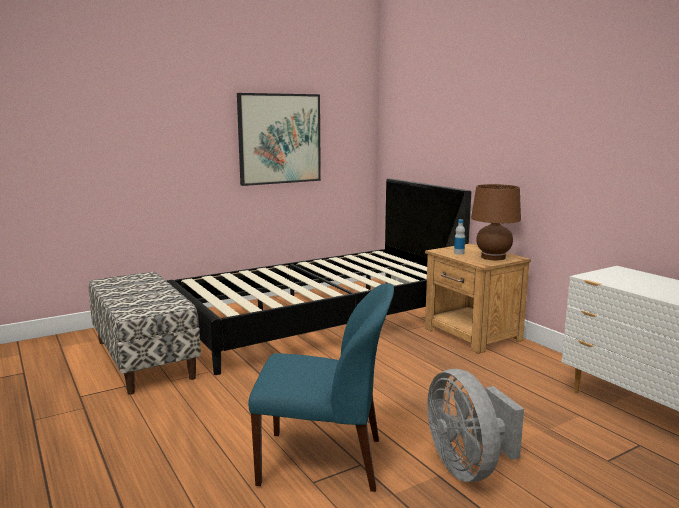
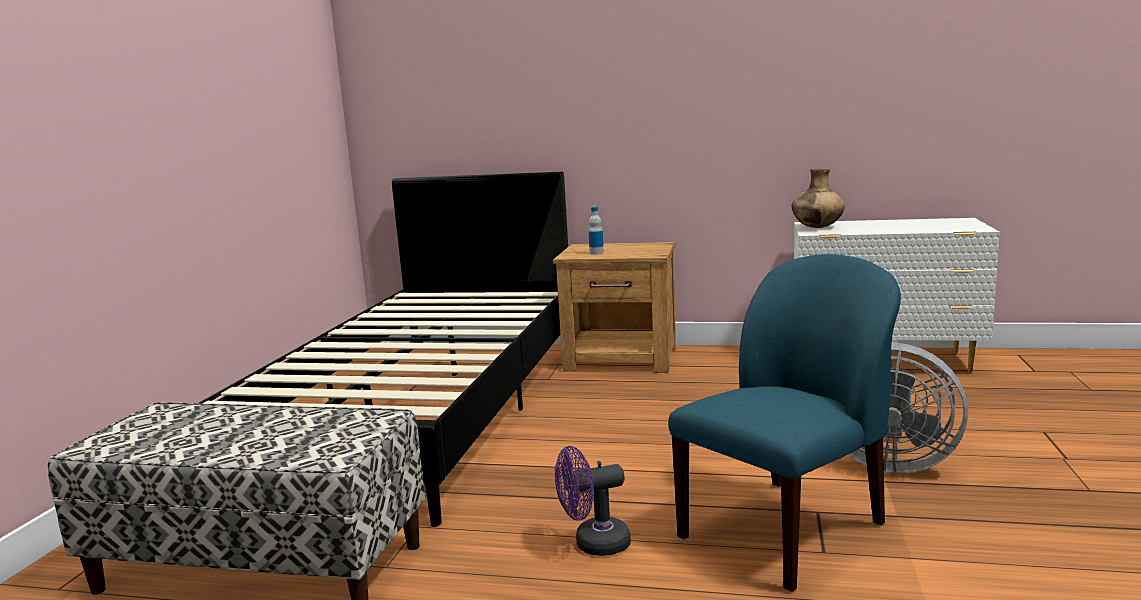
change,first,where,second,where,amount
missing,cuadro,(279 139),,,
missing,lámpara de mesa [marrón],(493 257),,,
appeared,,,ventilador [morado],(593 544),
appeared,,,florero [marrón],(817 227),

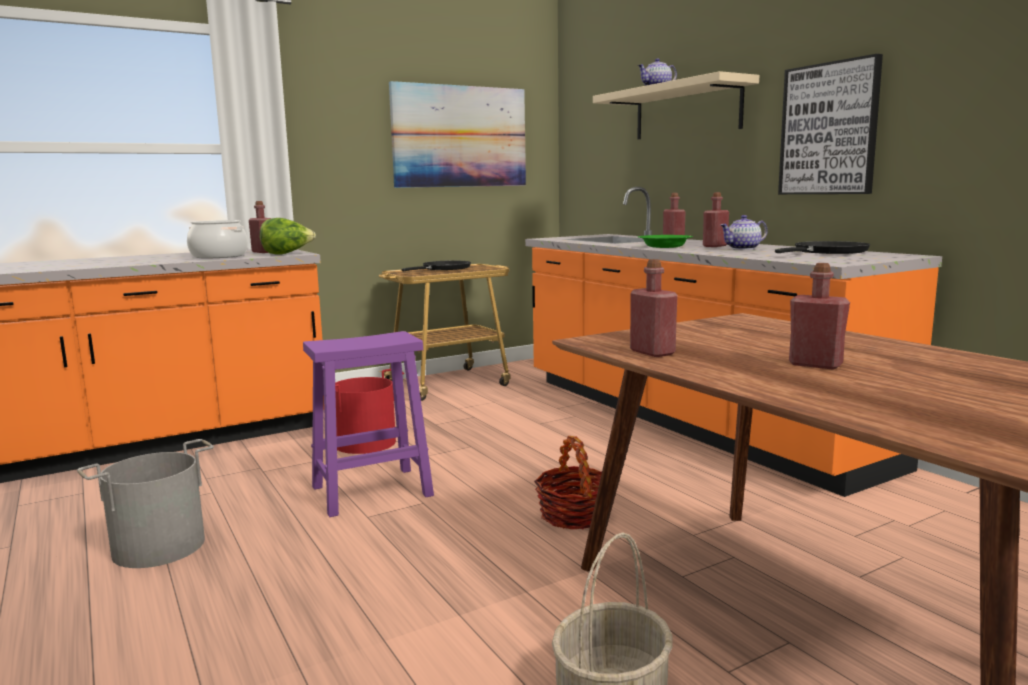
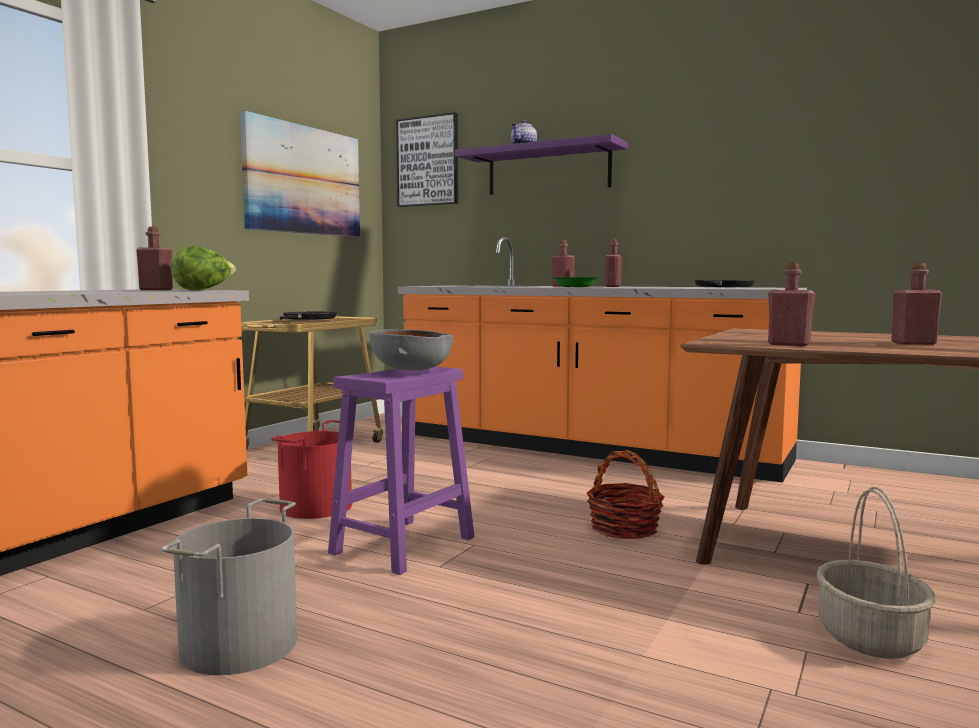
change,first,where,second,where,amount
missing,olla,(218 256),,,
missing,tetera,(743 248),,,
appeared,,,cuenco [gris],(411 371),
relocated,cuadro,(829 129),,(428 161),
colour,estante [beis],(686 111),estante [morado],(548 170),

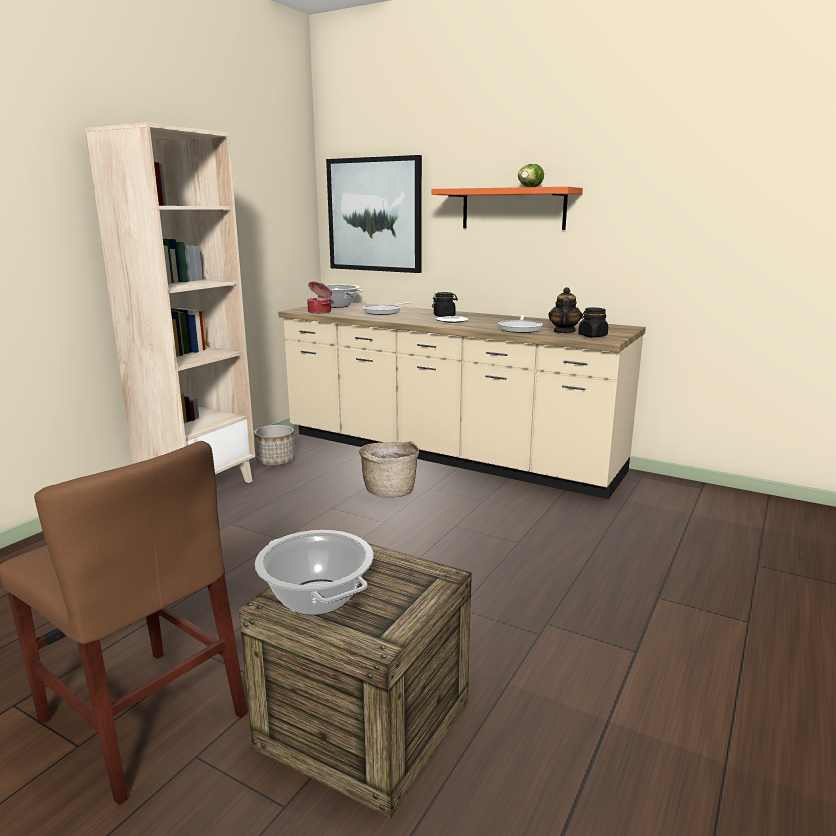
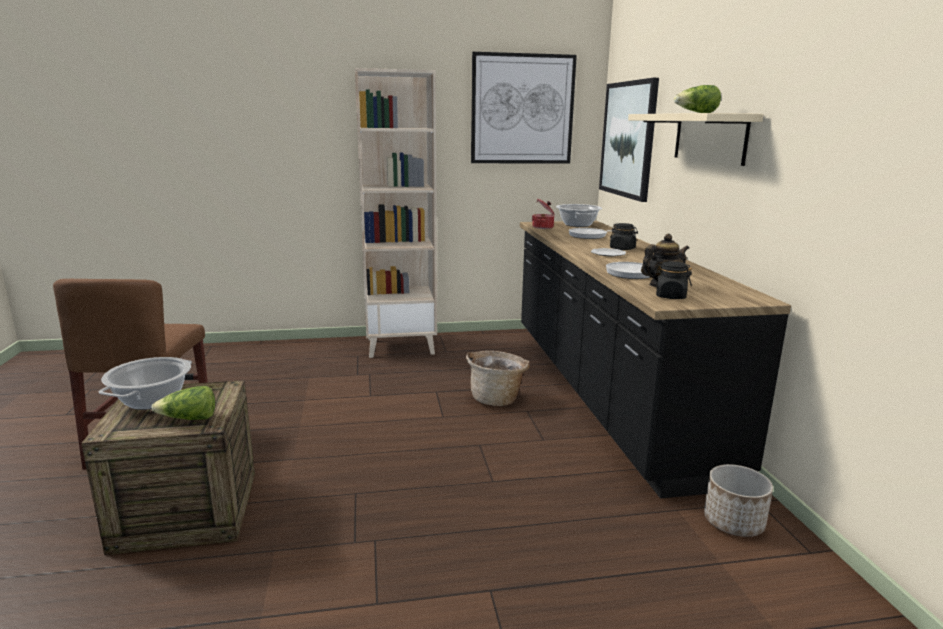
change,first,where,second,where,amount
appeared,,,lechuga,(189 419),
appeared,,,cuadro,(522 109),
relocated,maceta,(276 461),,(734 522),
colour,mueble bajo de cocina [beis],(447 454),mueble bajo de cocina [negro],(605 392),
colour,estante [naranja],(513 209),estante [beis],(709 138),

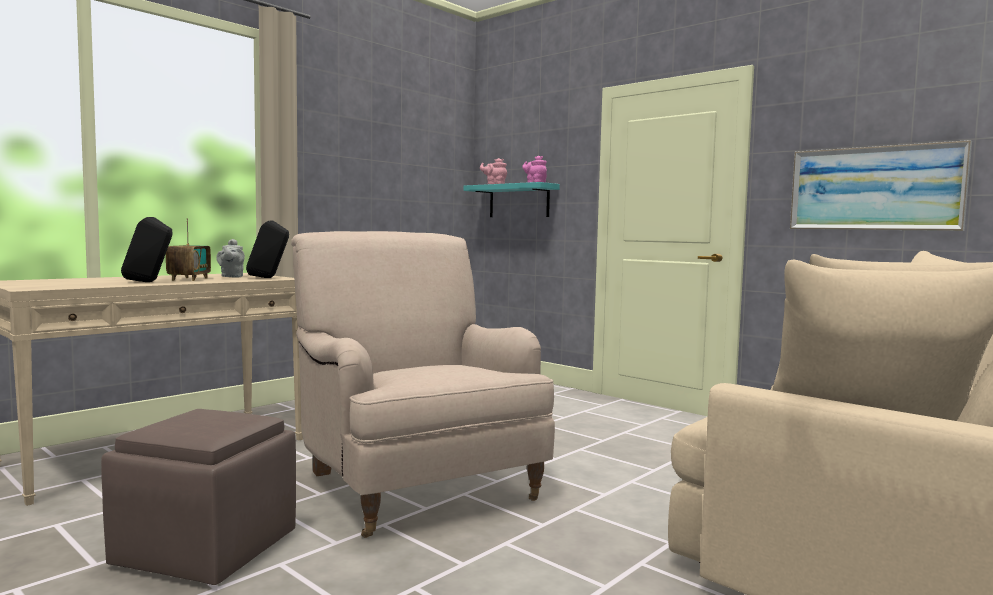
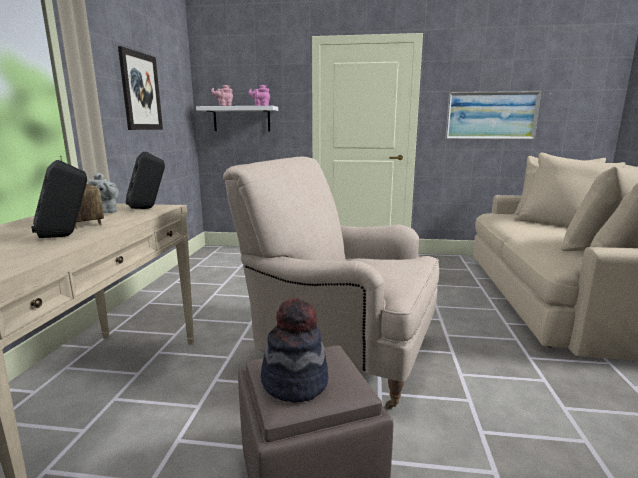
change,first,where,second,where,amount
appeared,,,cuadro,(140 91),
appeared,,,sombrero,(294 382),
colour,estante [turquesa],(519 201),estante [blanco],(241 119),

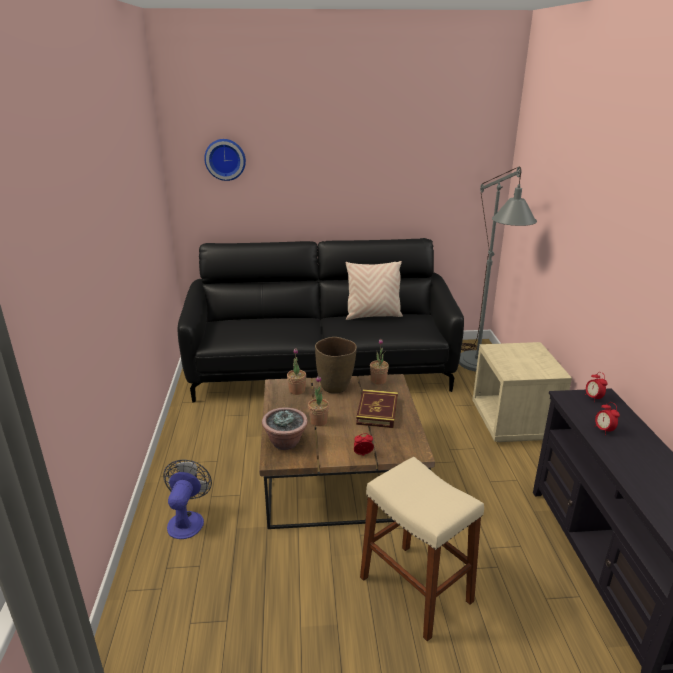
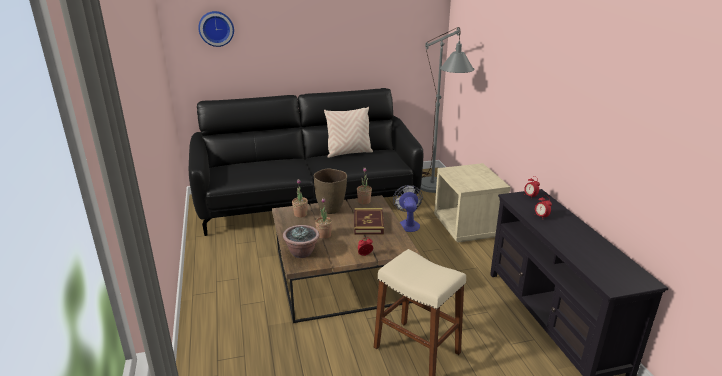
change,first,where,second,where,amount
relocated,ventilador,(187 519),,(408 224),

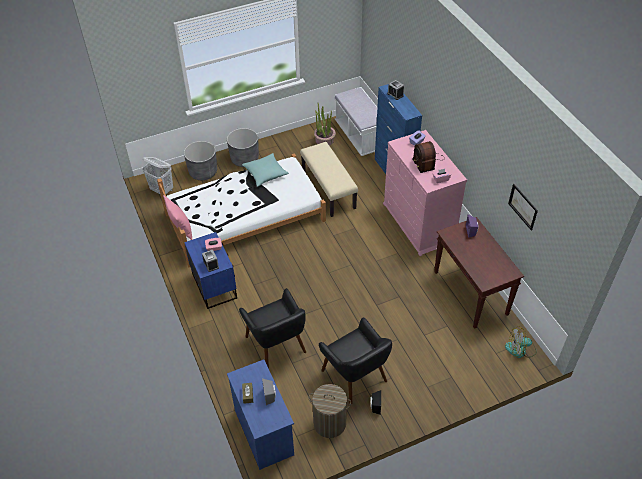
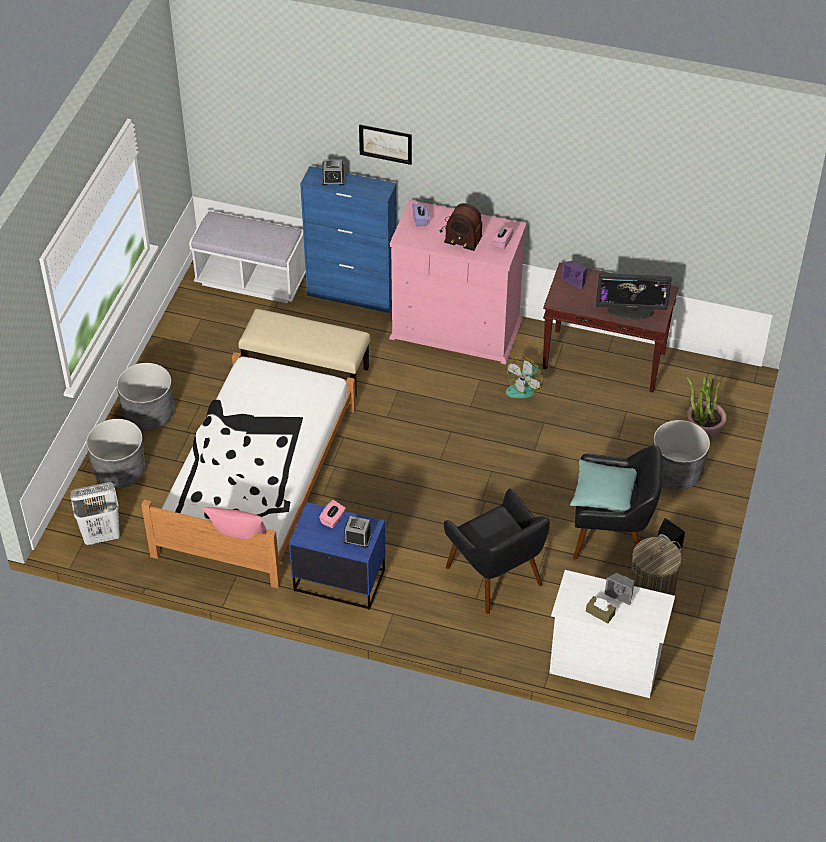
change,first,where,second,where,amount
appeared,,,monitor,(631 311),
appeared,,,maceta [gris],(676 473),
relocated,cojín [turquesa],(265 174),,(604 494),
relocated,planta en maceta,(324 140),,(703 428),
relocated,ventilador,(520 349),,(525 387),
relocated,cuadro,(523 206),,(385 144),
colour,cómoda [azul],(264 432),cómoda [blanco],(604 663),
spun,sillón [negro],(276 345),,(495 576),45 degrees clockwise

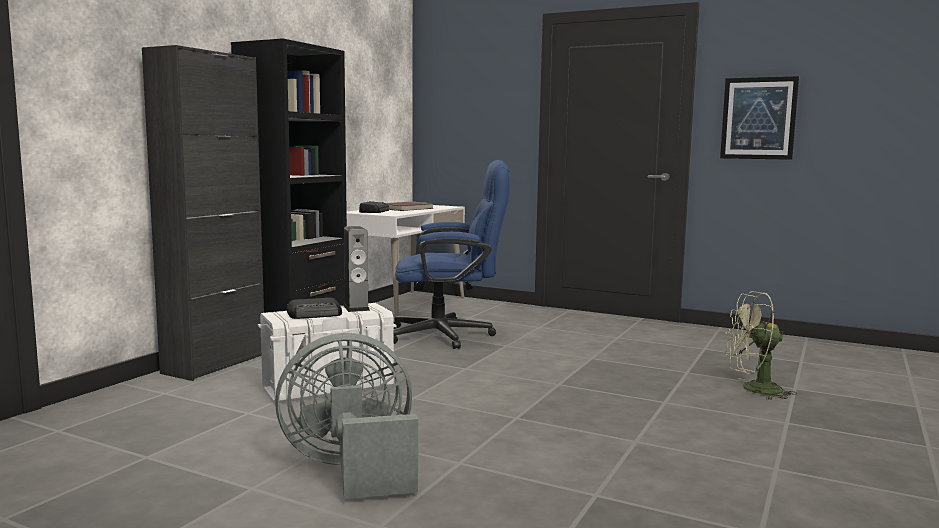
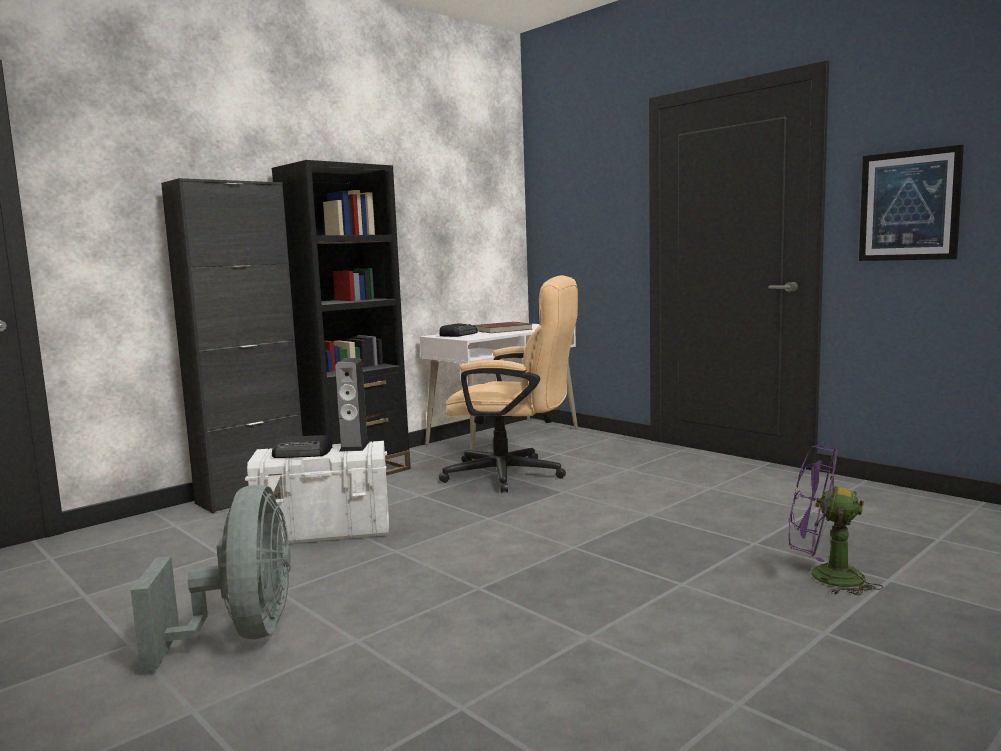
change,first,where,second,where,amount
colour,silla de oficina [azul],(450 335),silla de oficina [beis],(515 475),
colour,ventilador [verde],(753 389),ventilador [morado],(824 577),
spun,ventilador [gris],(352 470),,(242 635),75 degrees clockwise

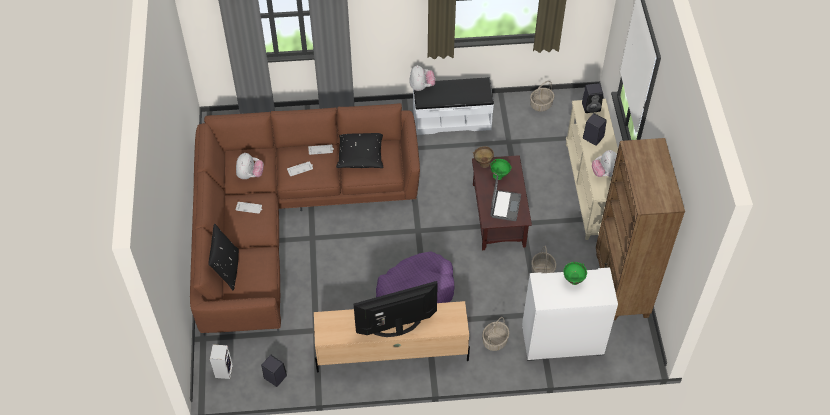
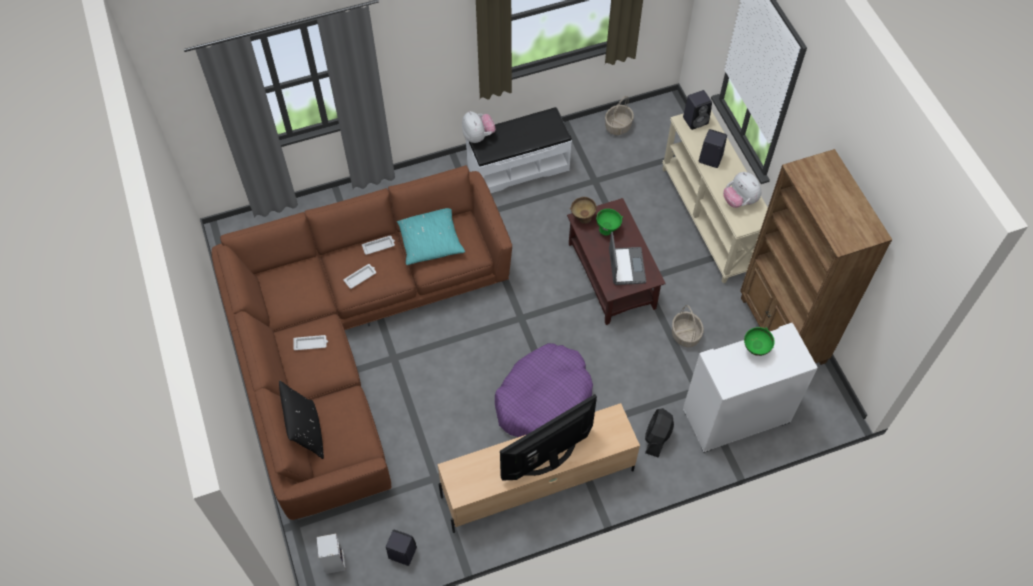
change,first,where,second,where,amount
missing,peluche,(250 175),,,
exchanged,cesta,(495 341),ventilador [negro],(657 437),
colour,cojín [negro],(360 154),cojín [turquesa],(430 240),

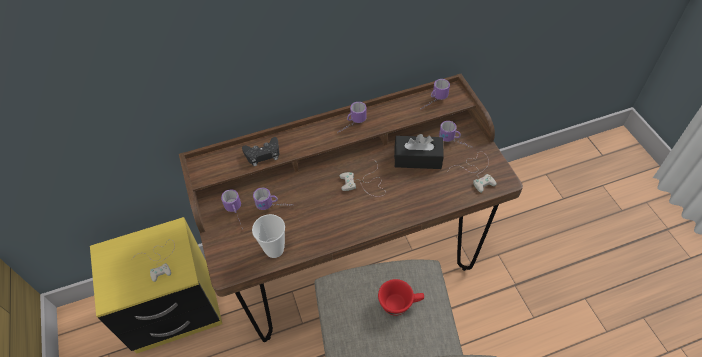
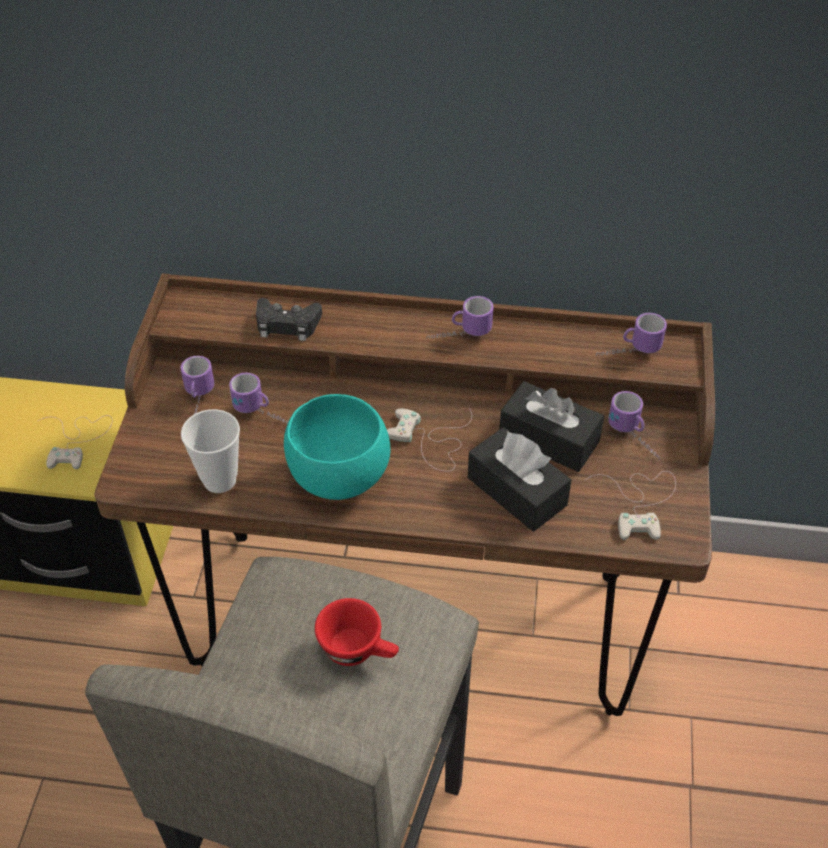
change,first,where,second,where,amount
appeared,,,cuenco [turquesa],(338 479),
appeared,,,caja de pañuelos [negro],(516 491),

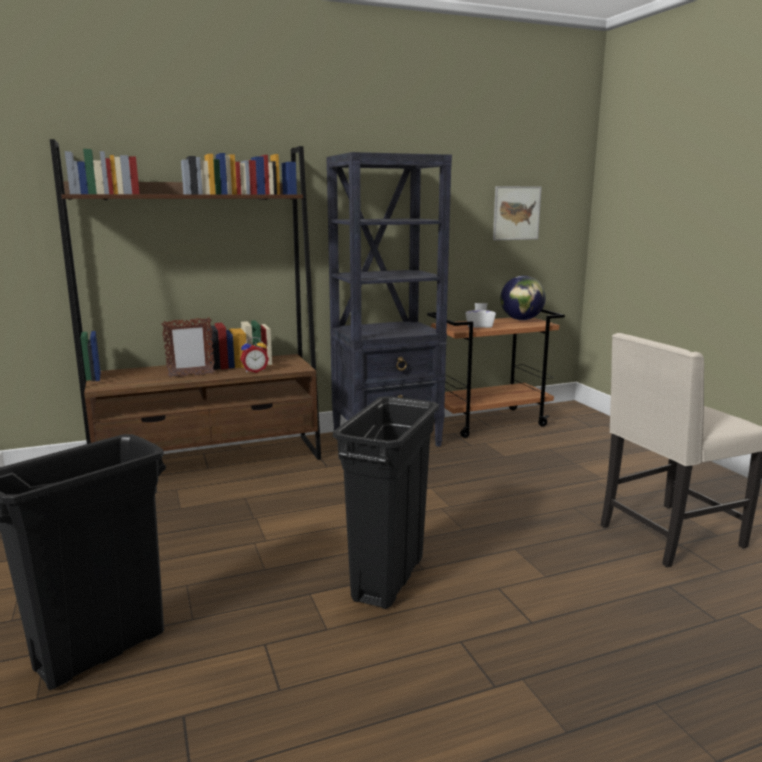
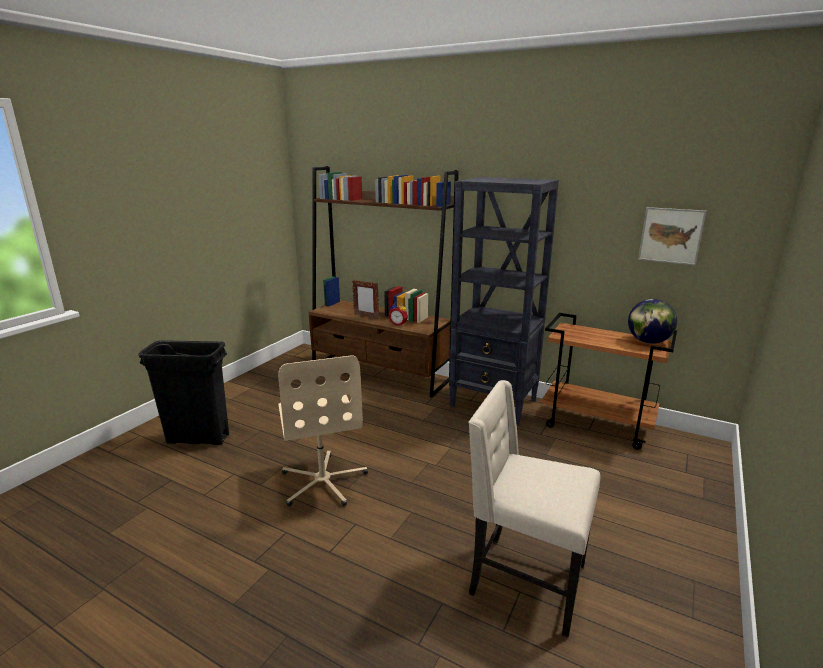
change,first,where,second,where,amount
missing,caja de pañuelos [blanco],(480 326),,,
exchanged,papelera [negro],(388 579),silla de oficina [beis],(323 481),

